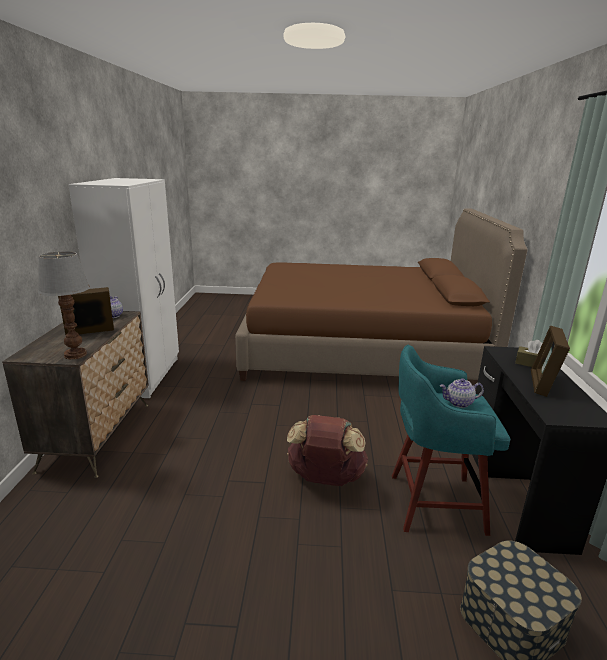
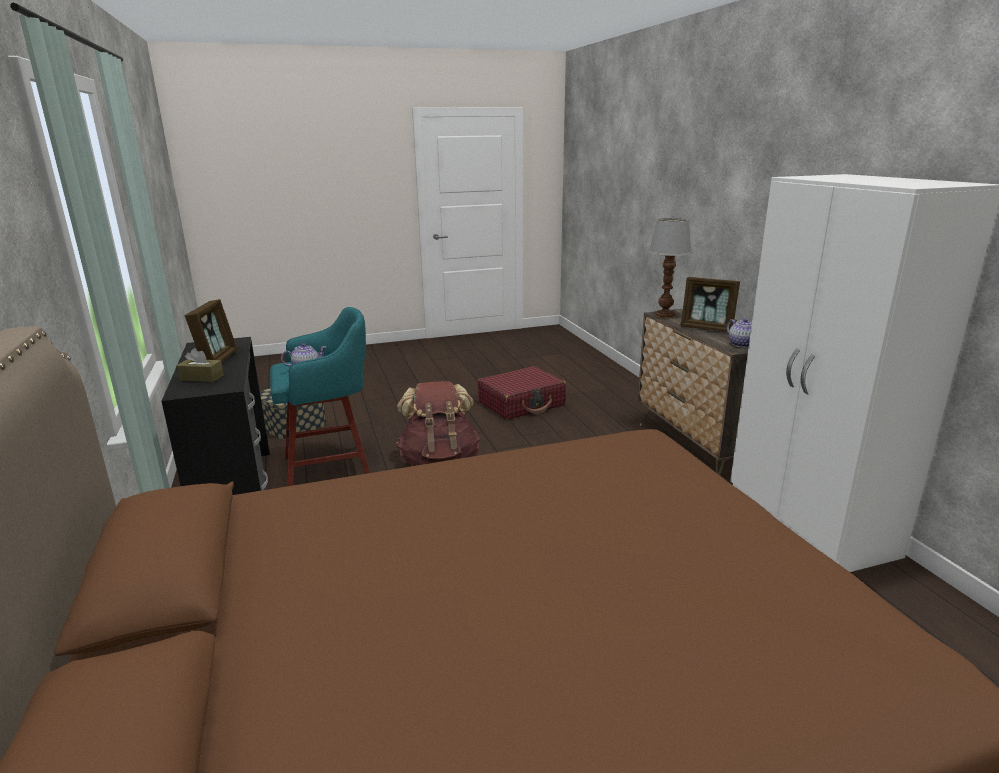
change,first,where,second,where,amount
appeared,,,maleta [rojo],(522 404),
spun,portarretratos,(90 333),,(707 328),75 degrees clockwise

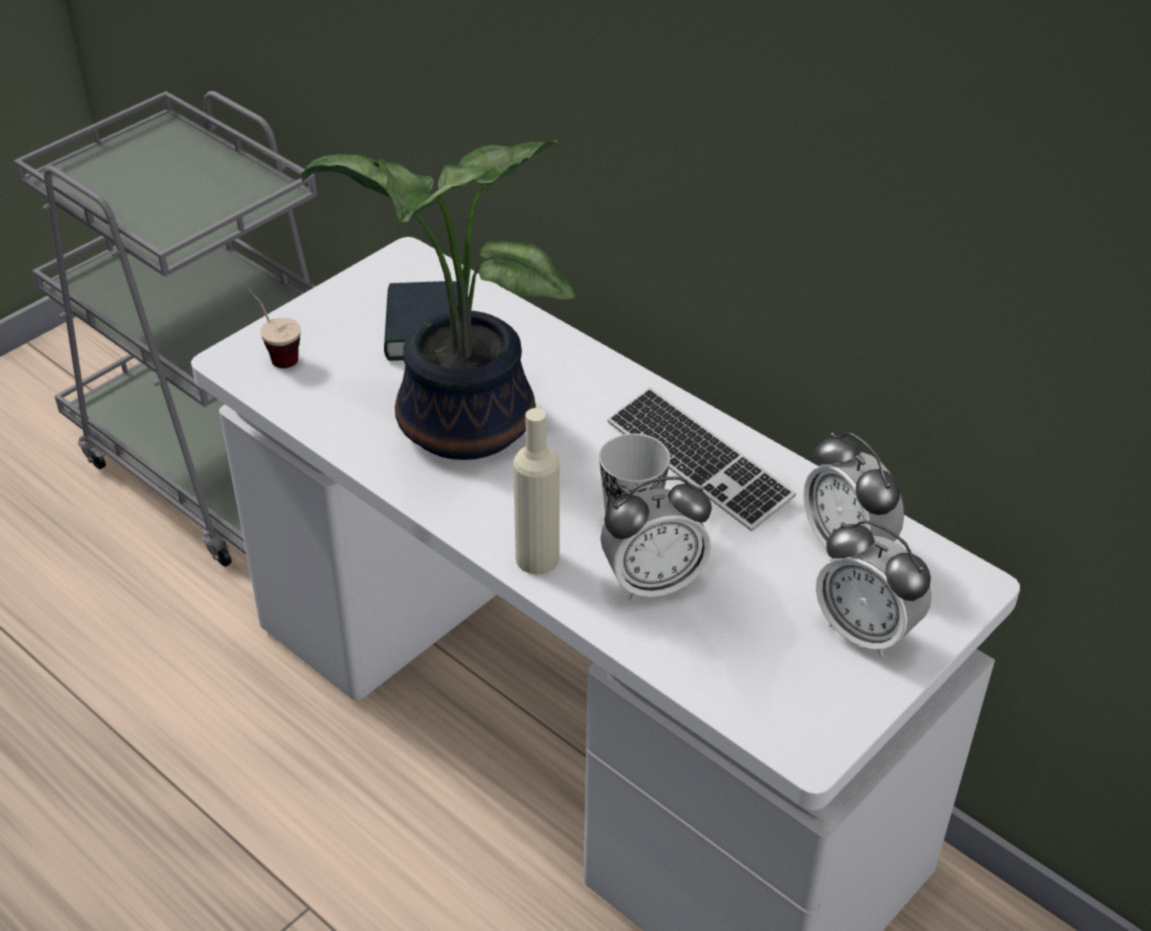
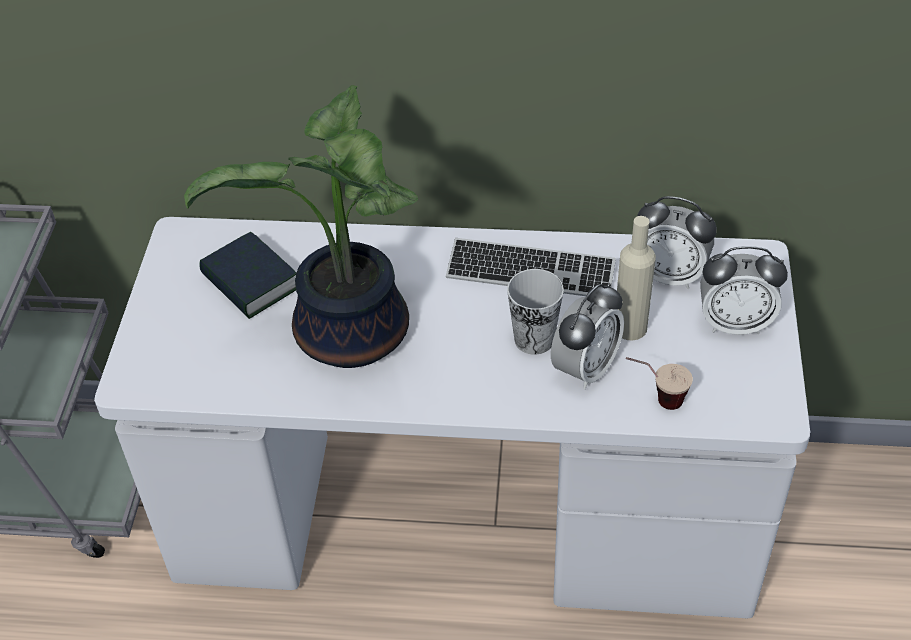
change,first,where,second,where,amount
relocated,taza,(274 353),,(655 399),
relocated,botella [beis],(537 558),,(630 327),

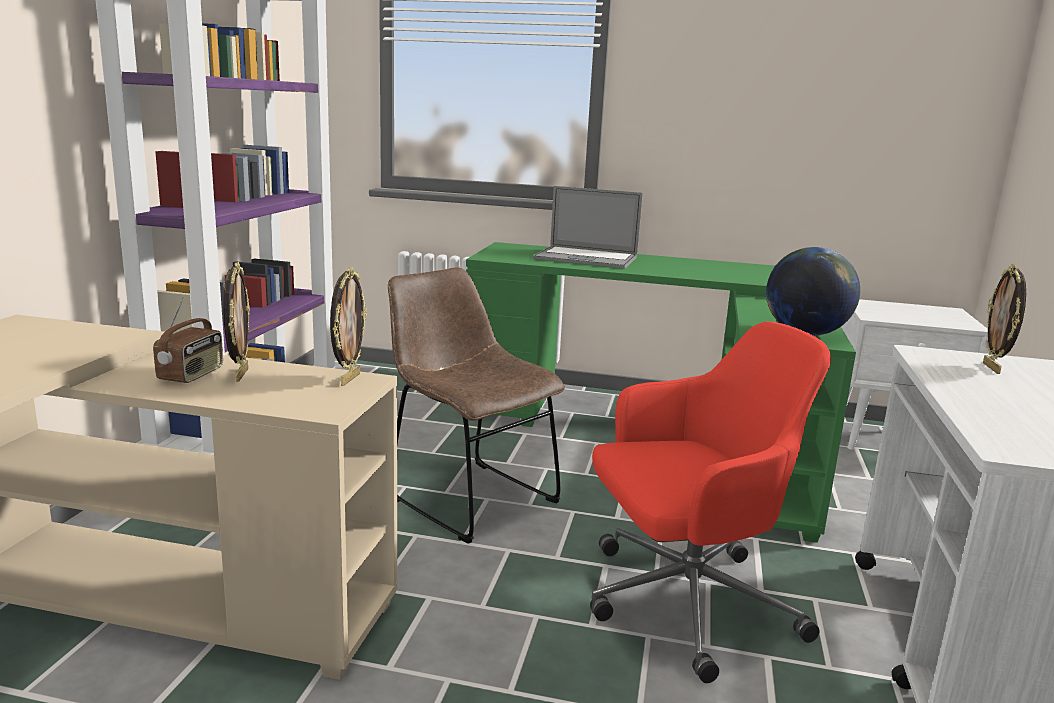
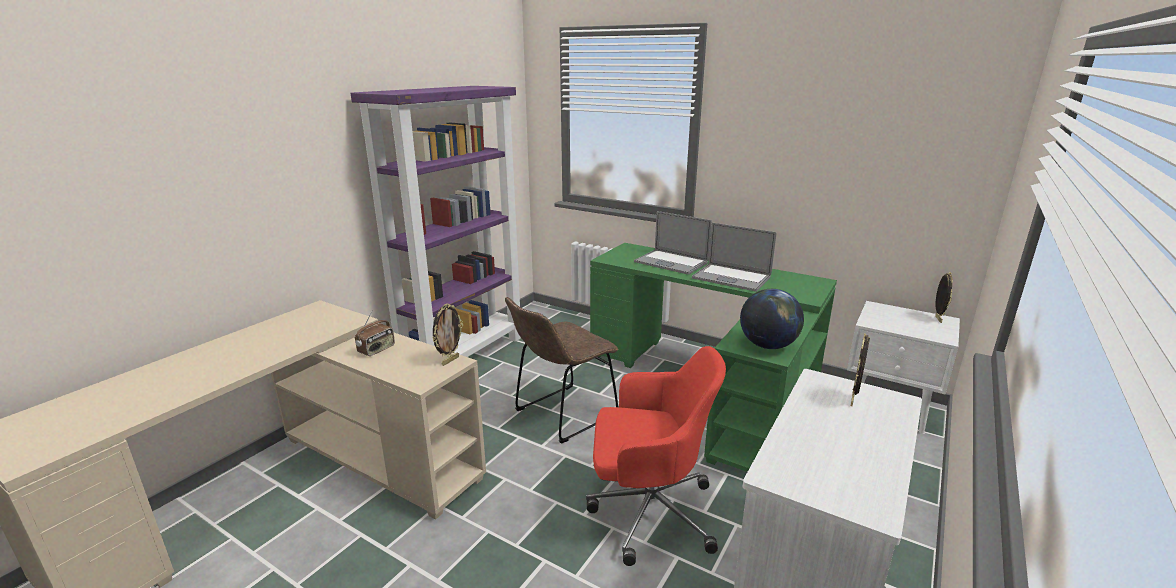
change,first,where,second,where,amount
appeared,,,portátil,(731 278),
relocated,portarretratos,(240 374),,(937 319),
spun,silla [marrón],(467 497),,(562 415),105 degrees counterclockwise

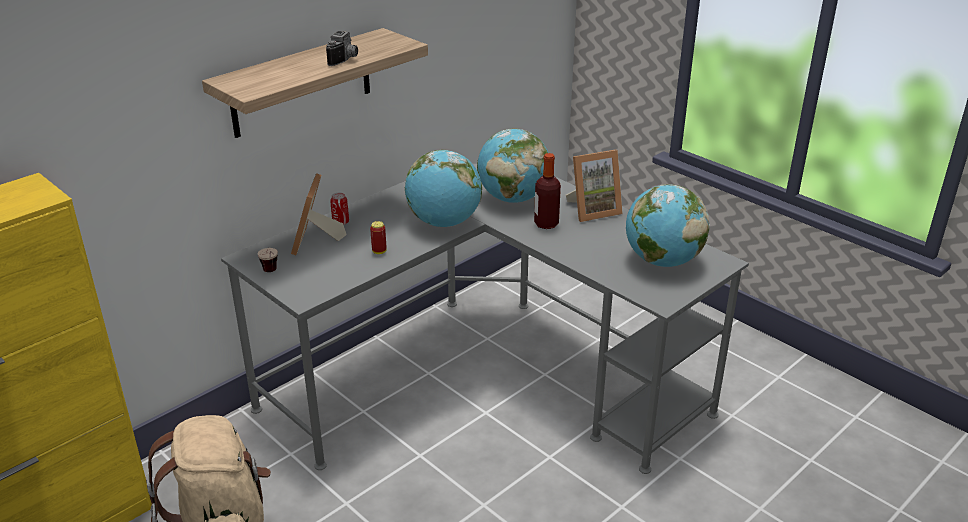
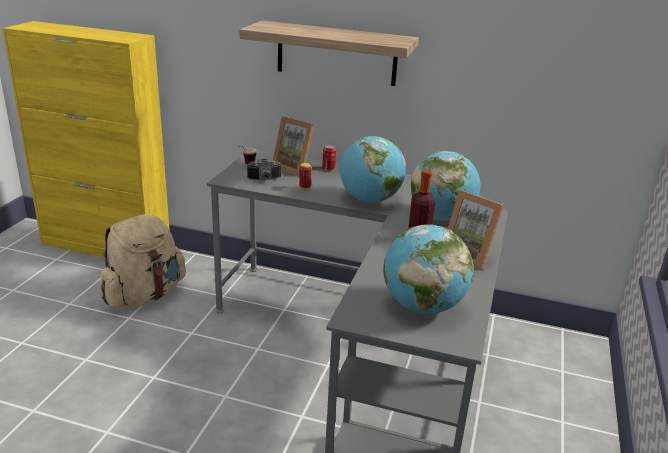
change,first,where,second,where,amount
relocated,cámara,(346 59),,(265 179),
spun,portarretratos,(316 242),,(294 167),120 degrees counterclockwise

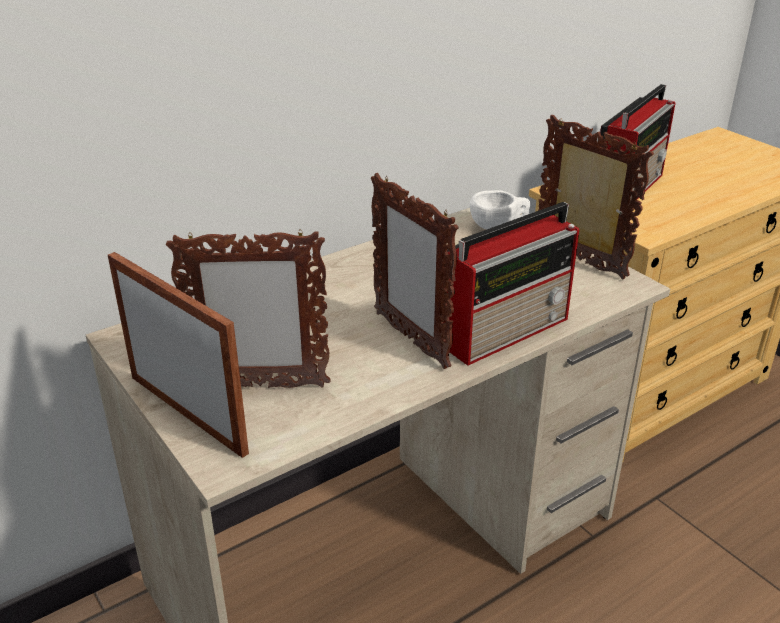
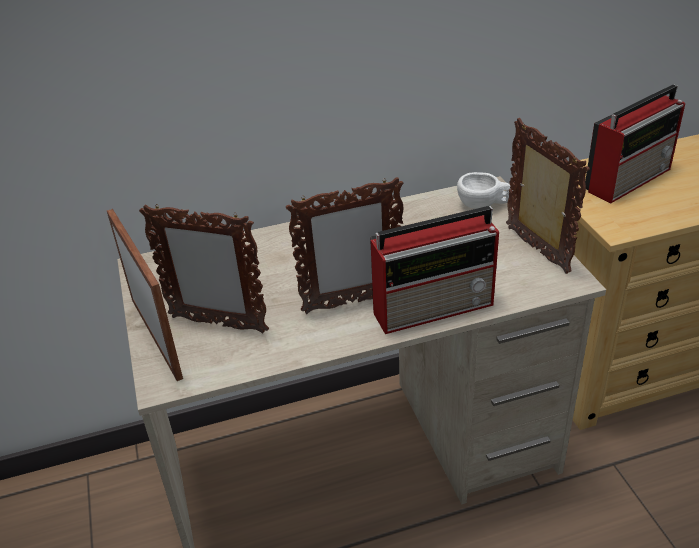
change,first,where,second,where,amount
spun,portarretratos,(410 339),,(351 302),90 degrees counterclockwise

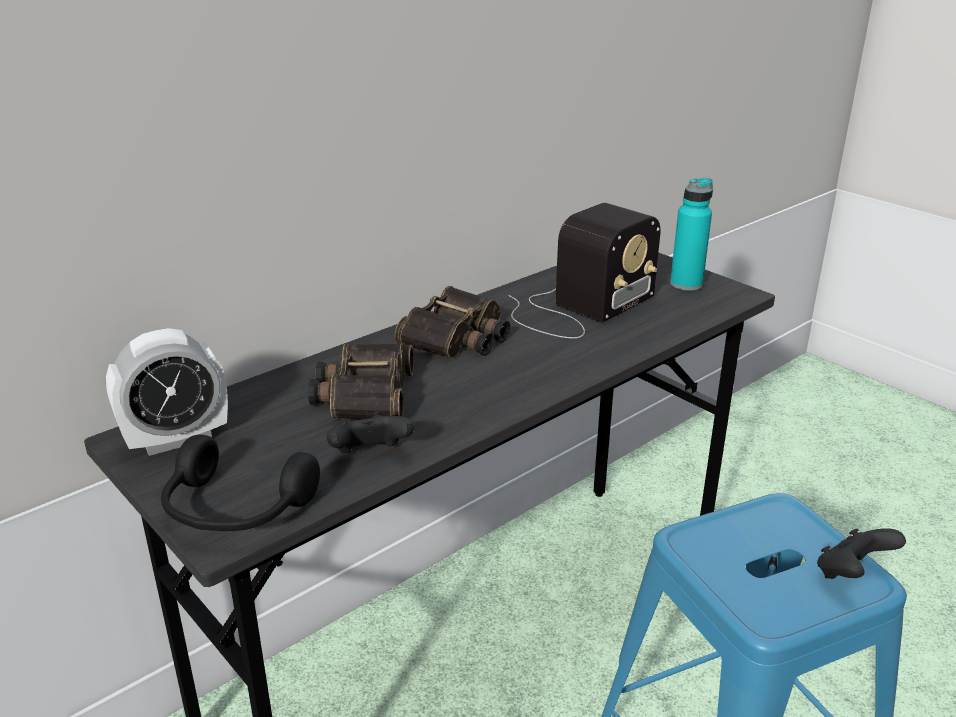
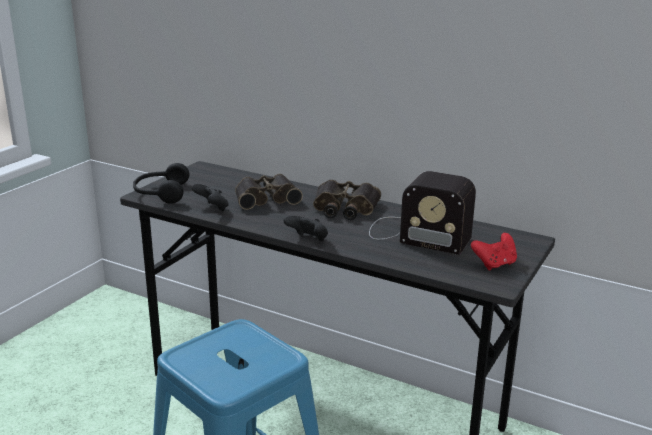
change,first,where,second,where,amount
missing,despertador,(177 439),,,
relocated,mando de consola [negro],(851 574),,(308 240),
exchanged,botella [turquesa],(686 284),mando de consola [rojo],(495 264),

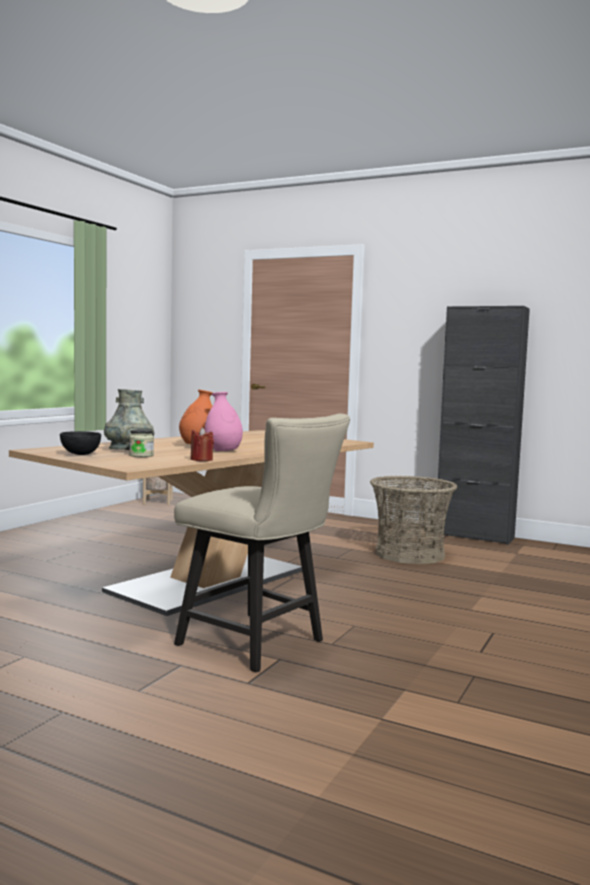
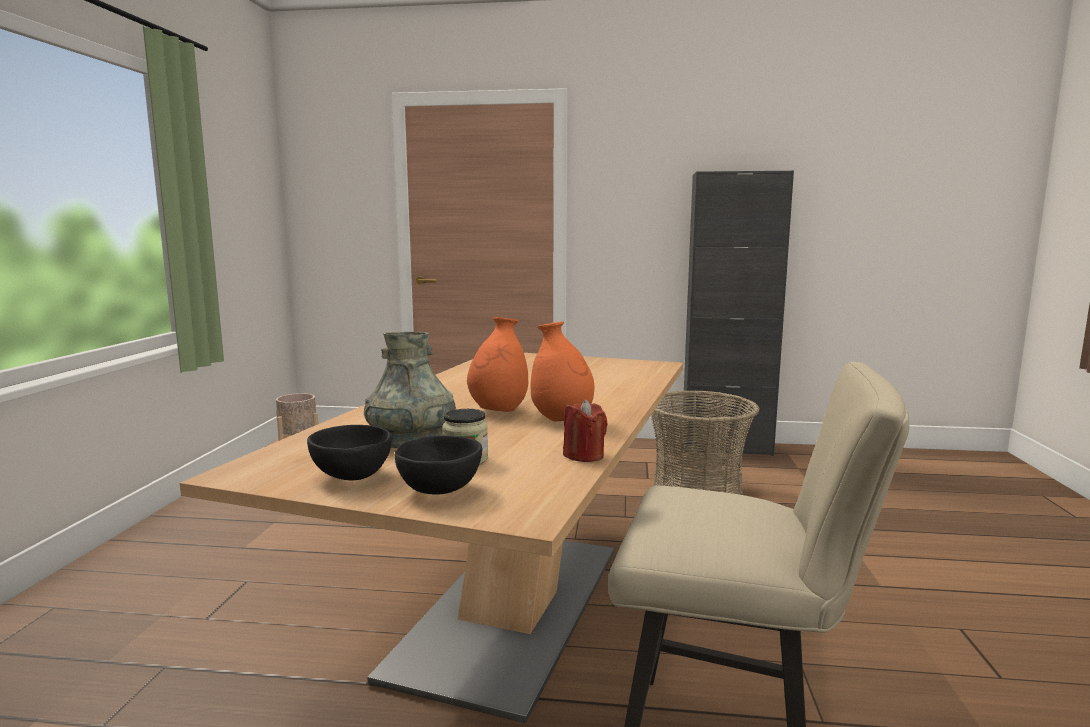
change,first,where,second,where,amount
appeared,,,cuenco [negro],(439 490),
colour,florero [rosa],(223 451),florero [naranja],(562 420),

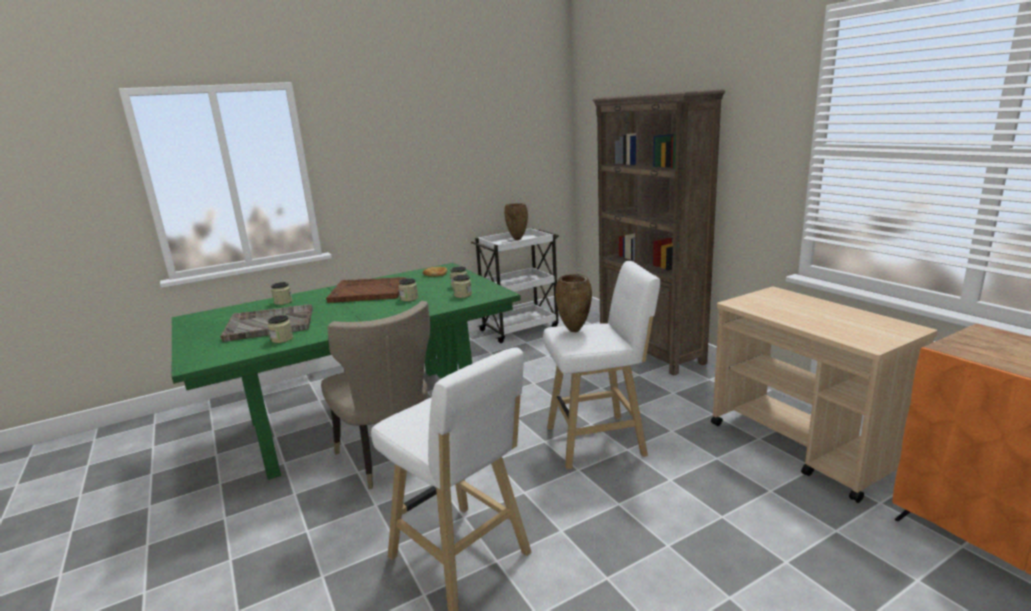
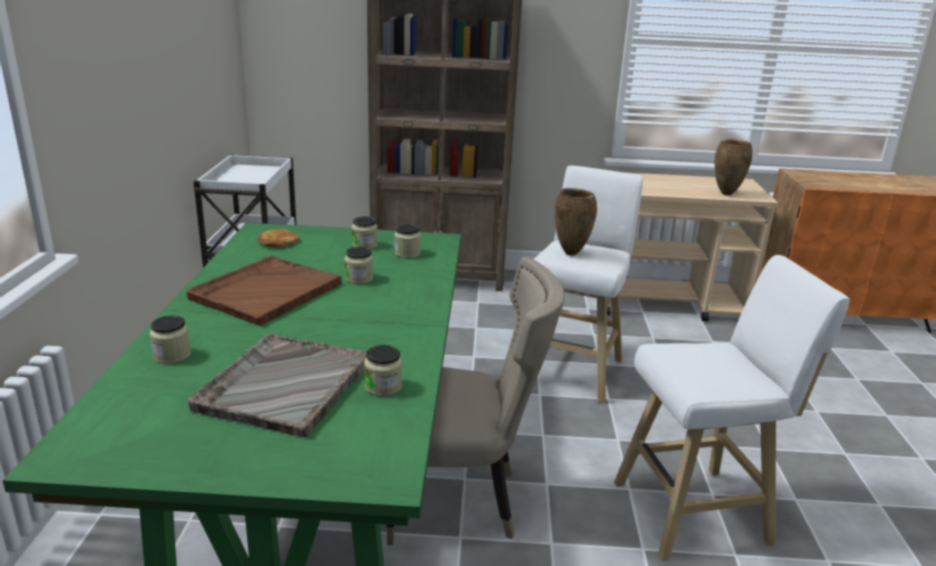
change,first,where,second,where,amount
relocated,florero [marrón],(518 239),,(725 194),

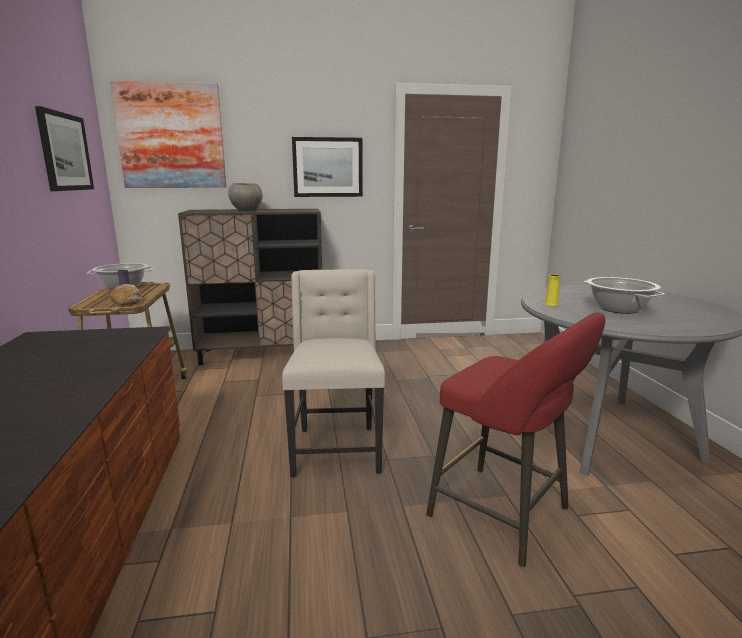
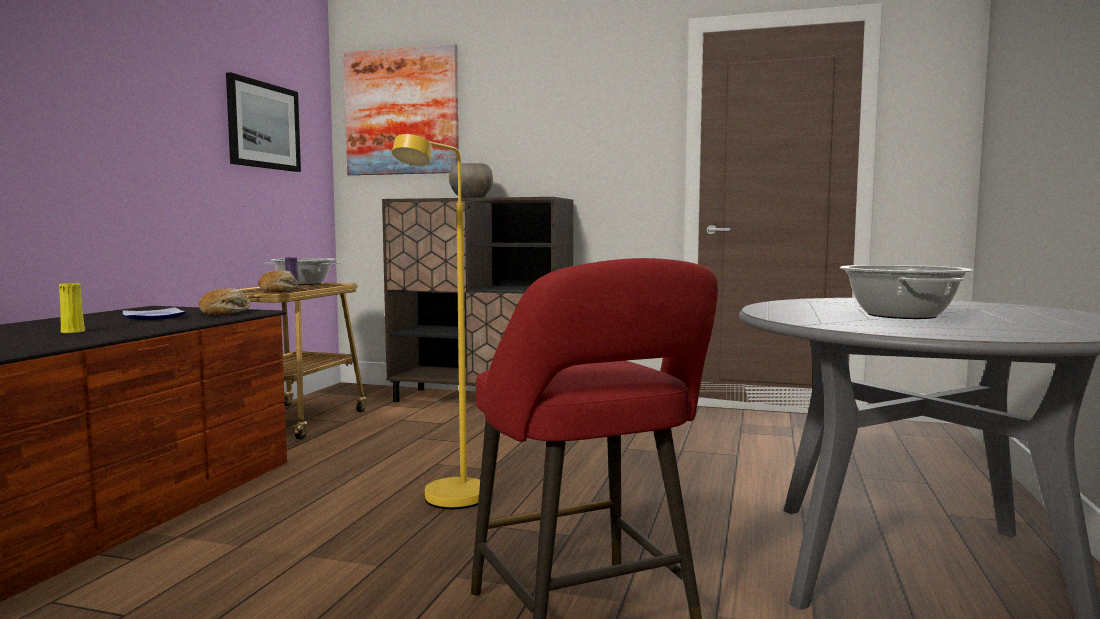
change,first,where,second,where,amount
missing,cuadro,(327 167),,,
appeared,,,plato,(155 317),
appeared,,,pan,(226 312),
relocated,florero [amarillo],(551 304),,(73 331),
exchanged,silla [beis],(336 449),lámpara de pie [amarillo],(447 504),

